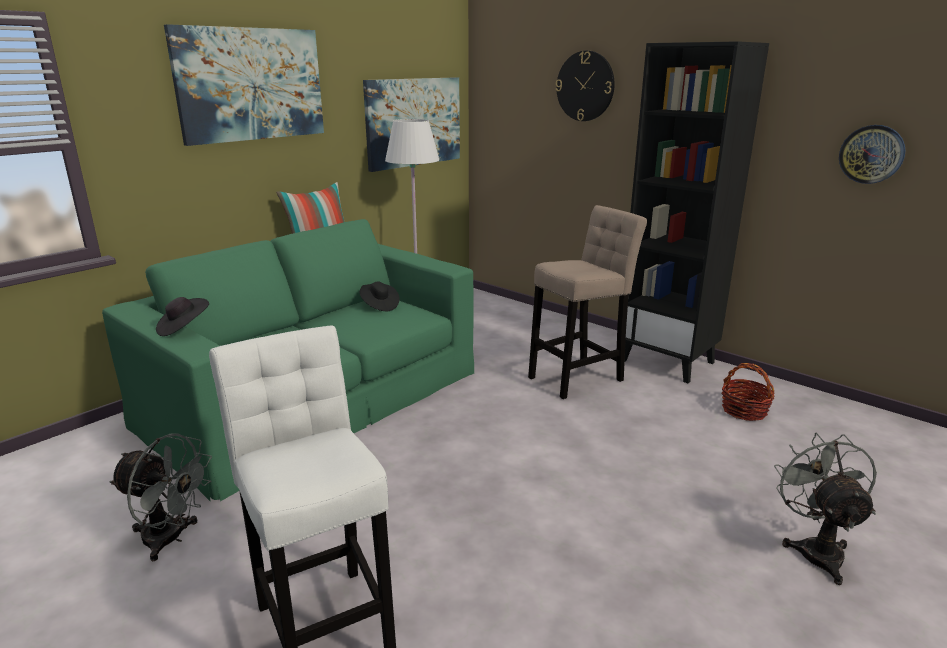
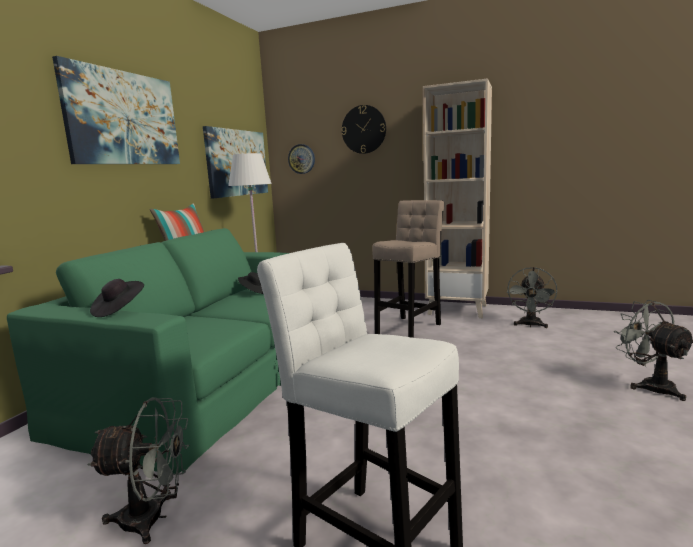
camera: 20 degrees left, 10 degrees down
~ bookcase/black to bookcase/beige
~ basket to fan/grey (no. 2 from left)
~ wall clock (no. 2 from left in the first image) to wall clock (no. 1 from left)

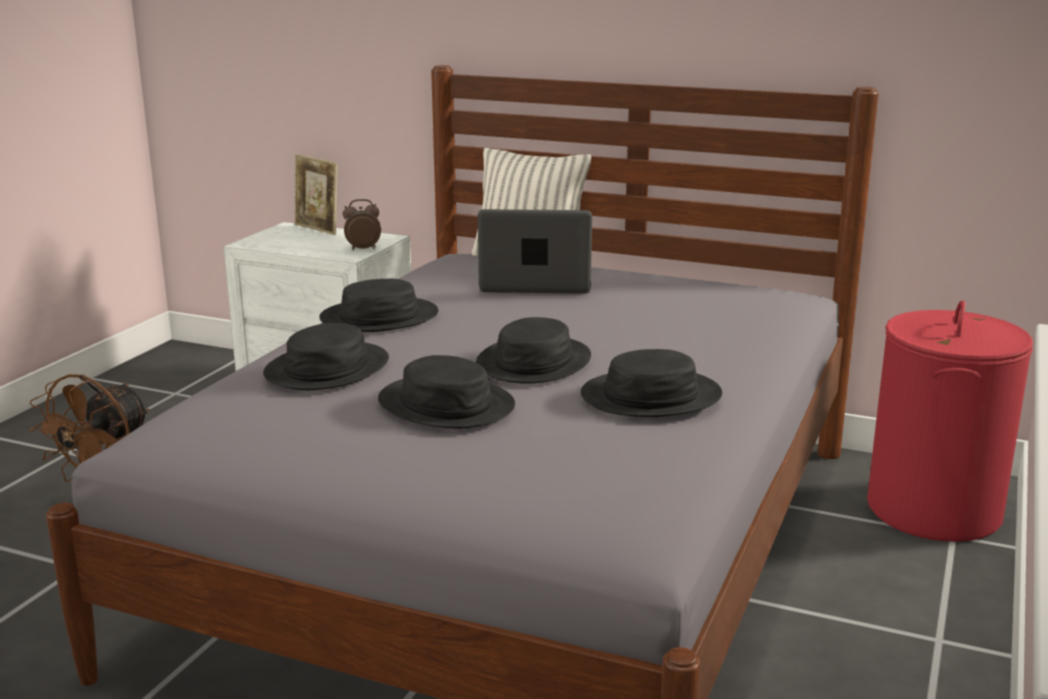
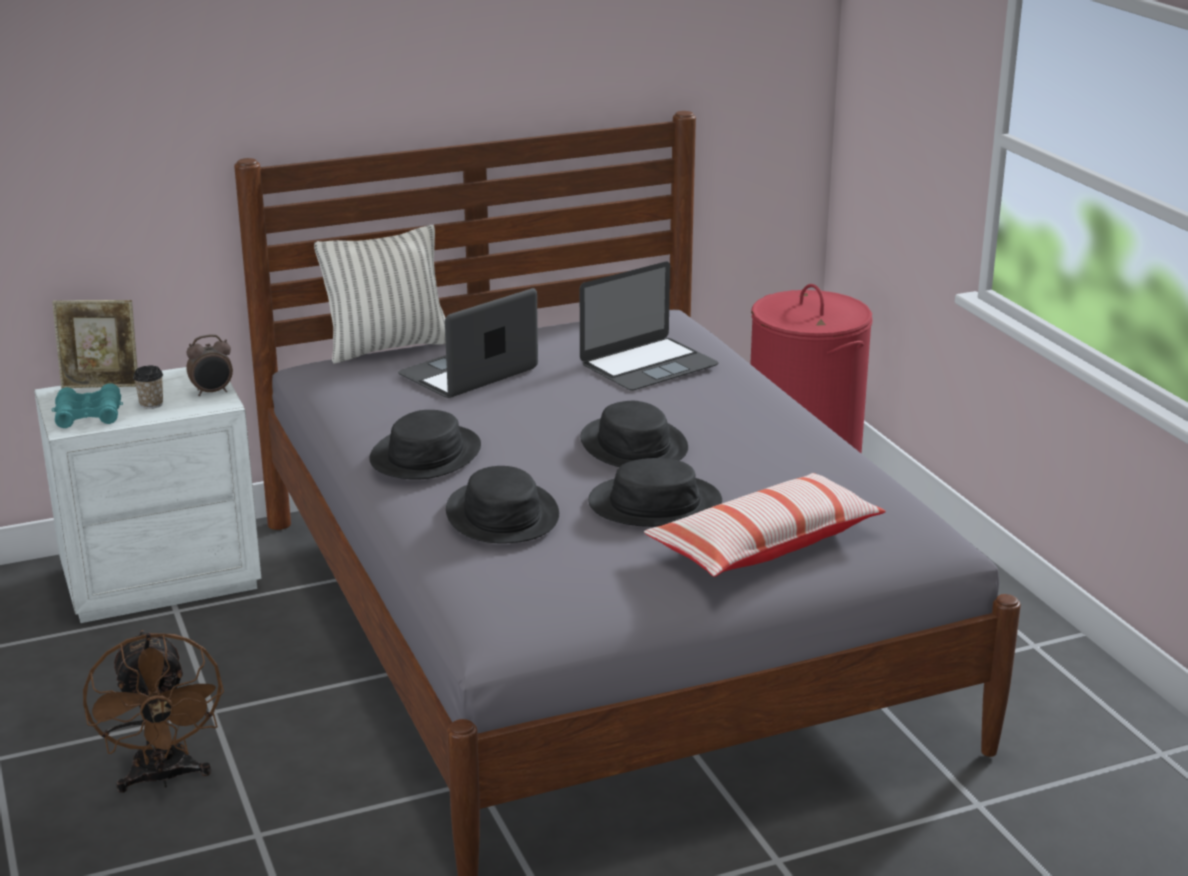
camera: 45 degrees left, 5 degrees up
~ alarm clock 150 degrees counterclockwise
- hat/black (no. 5 from left)
+ binoculars/turquoise
+ cup
+ laptop (no. 2 from left)
+ pillow (no. 2 from left)

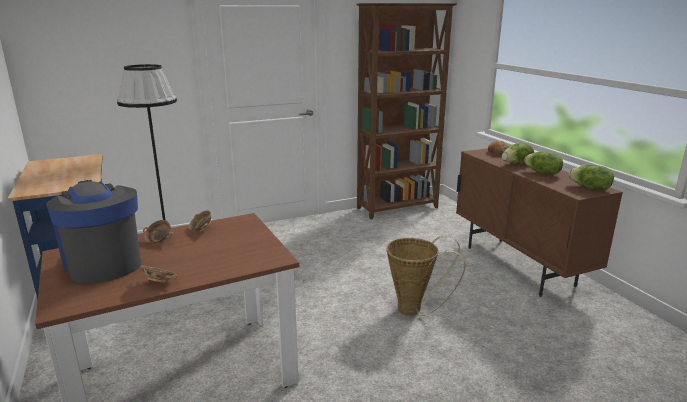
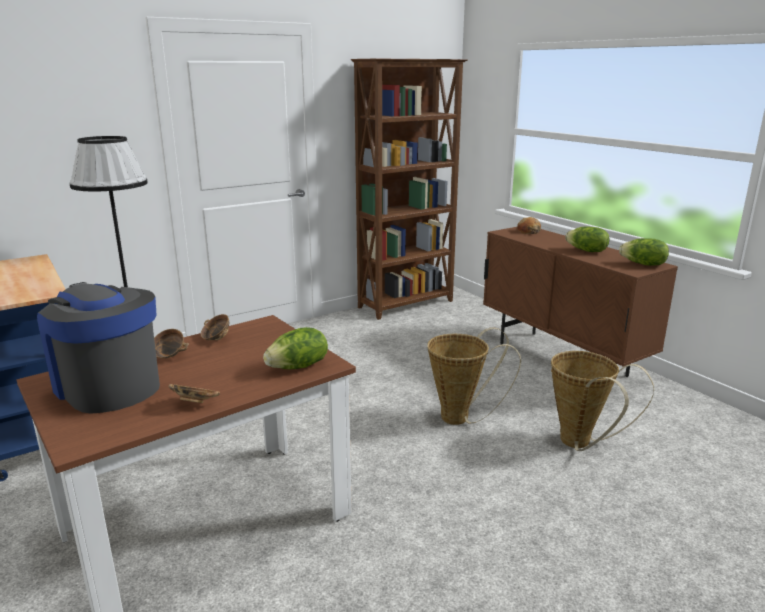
camera: 10 degrees left, 0 degrees up
~ lettuce (no. 1 from left)
+ basket (no. 2 from left)

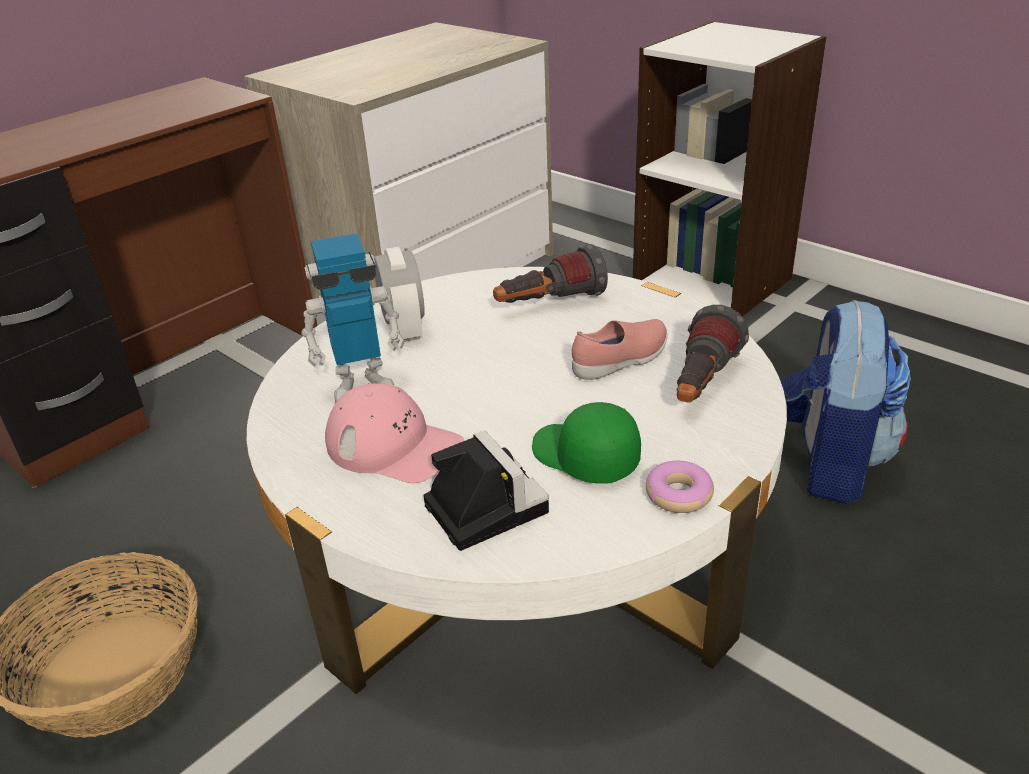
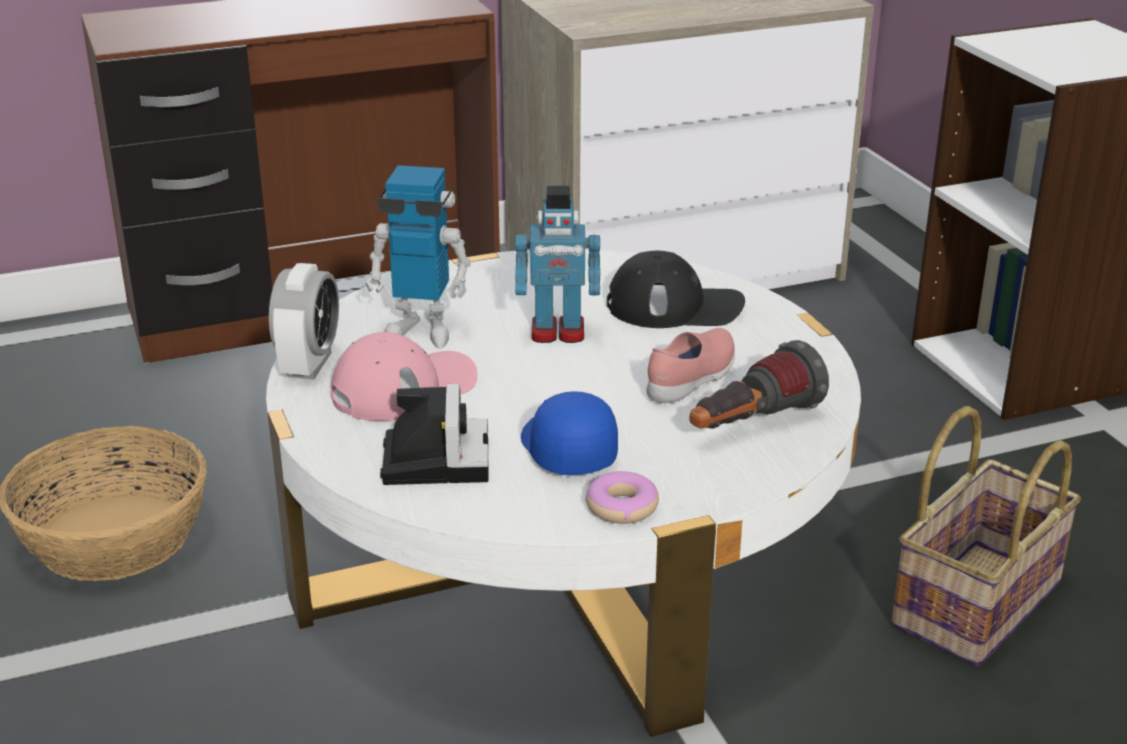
camera: 25 degrees right, 5 degrees down
~ cap/pink 90 degrees counterclockwise
~ alarm clock
~ flashlight (no. 1 from left) to cap/black
~ cap/green to cap/blue
~ shoe/pink 45 degrees counterclockwise
~ backpack to basket (no. 2 from left)
+ toy robot (no. 2 from left)

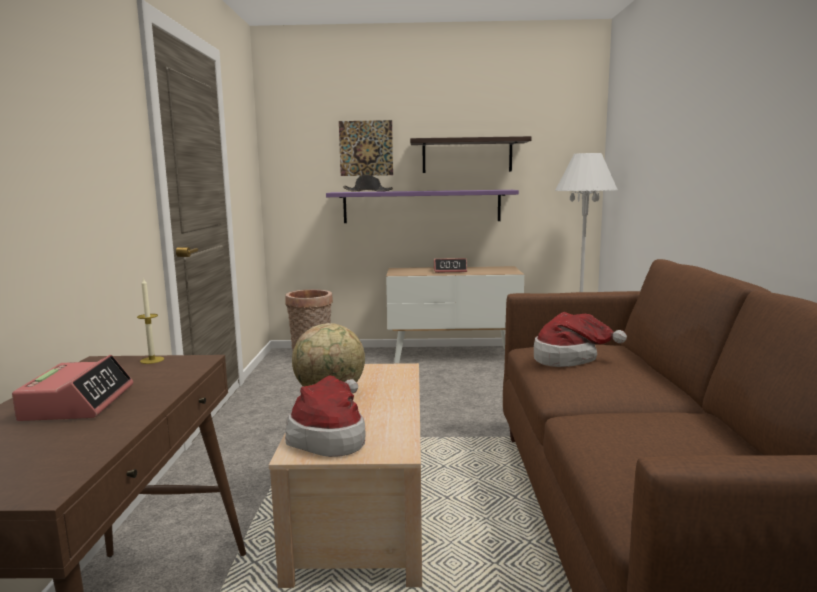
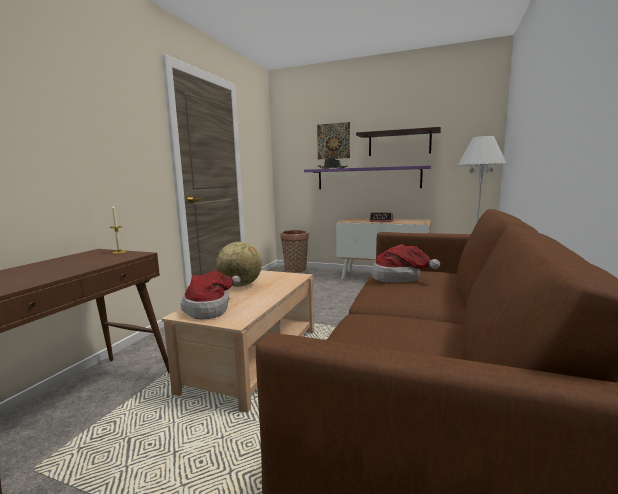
camera: 20 degrees right, 0 degrees up
- alarm clock (no. 1 from left)

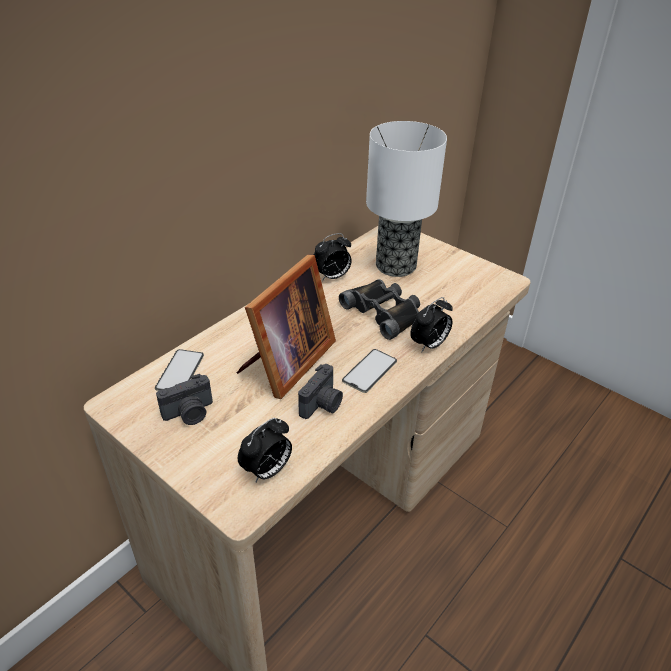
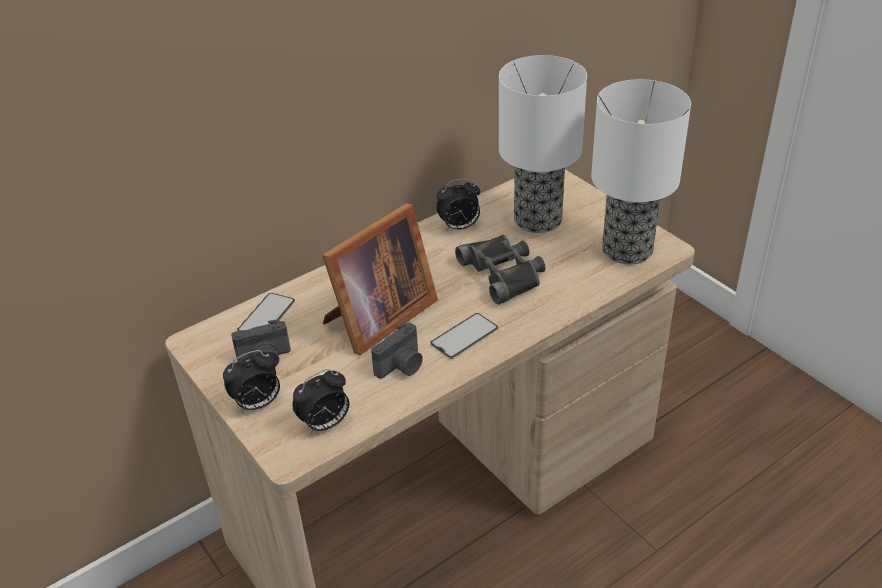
camera: 15 degrees right, 0 degrees up
~ alarm clock (no. 3 from left in the first image) to alarm clock (no. 1 from left)
+ table lamp (no. 2 from left)

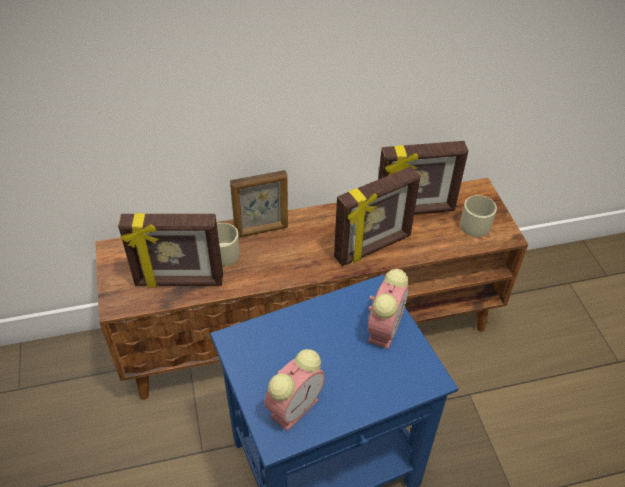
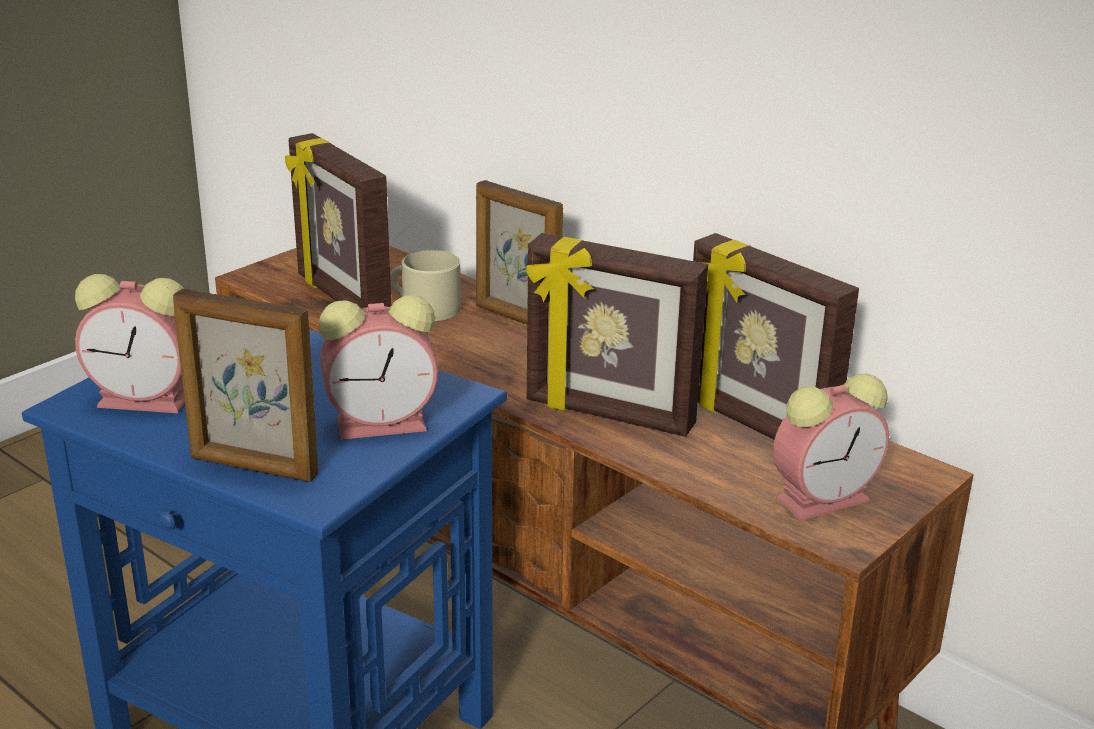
camera: 55 degrees right, 20 degrees down
~ mug/beige (no. 2 from left) to alarm clock (no. 3 from left)
+ picture frame (no. 1 from left)

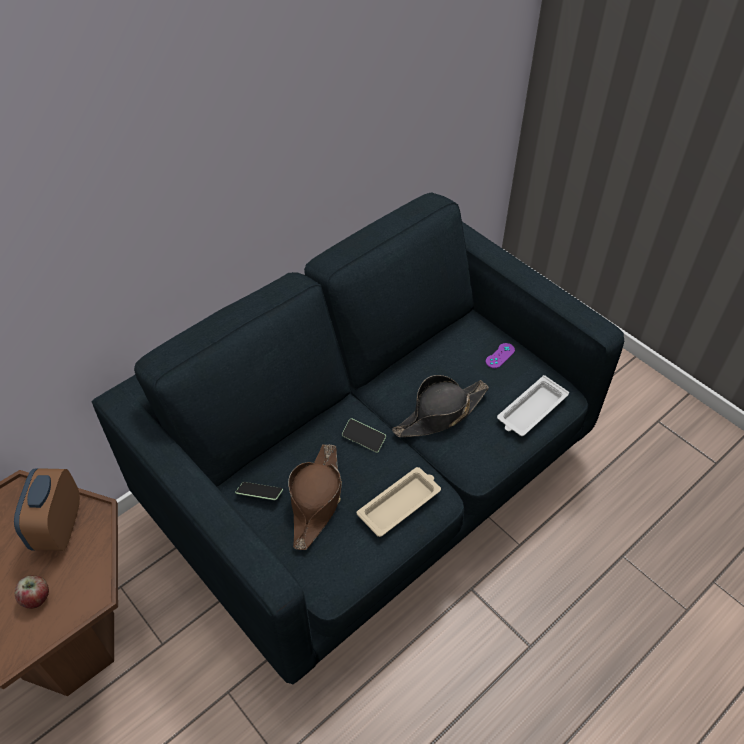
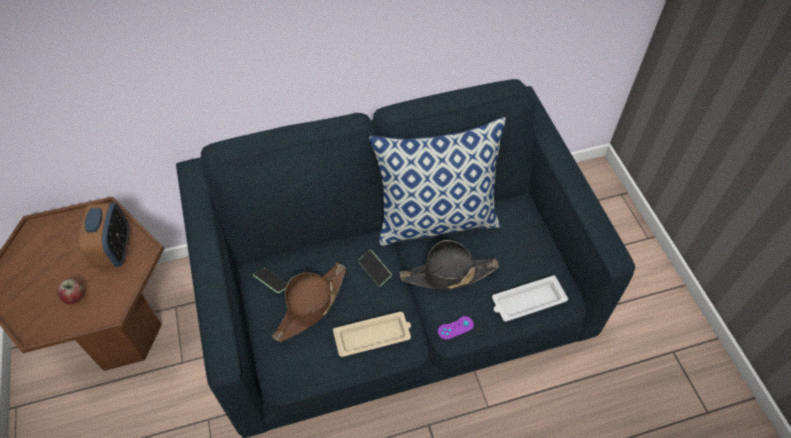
camera: 25 degrees right, 5 degrees up
~ alarm clock 150 degrees clockwise
~ game controller/purple
+ pillow

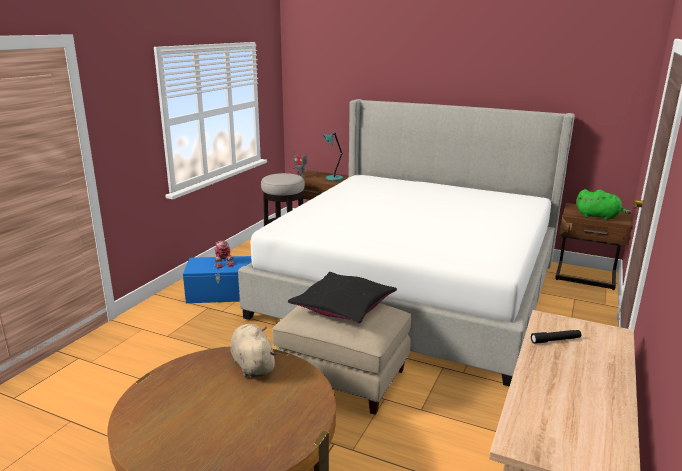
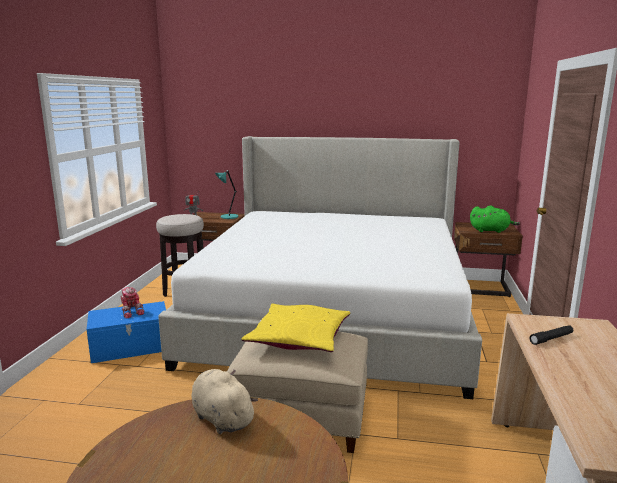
camera: 15 degrees left, 5 degrees down
~ pillow/black to pillow/yellow

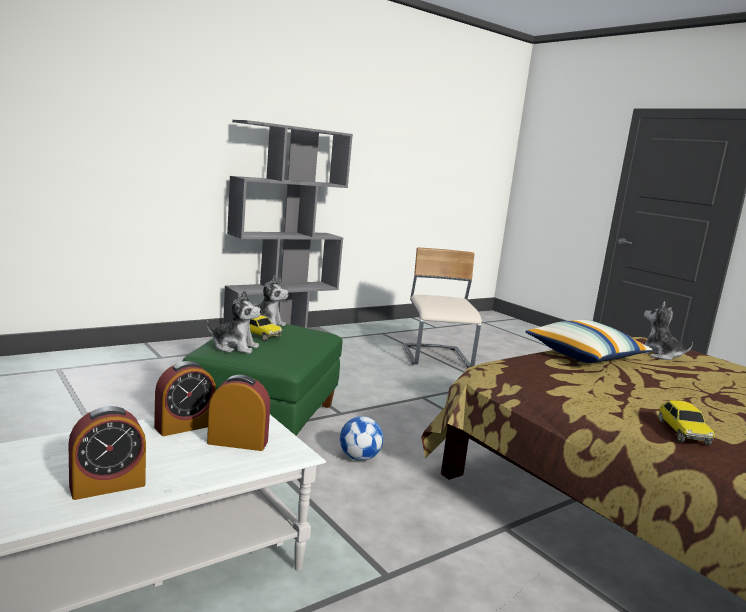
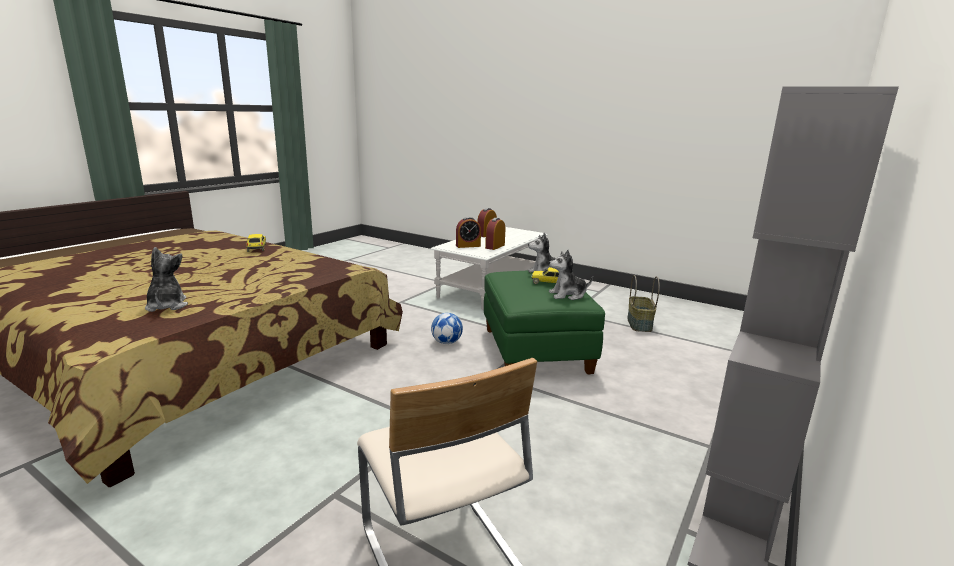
camera: 160 degrees right, 5 degrees up
- pillow
~ plush toy (no. 3 from left in the first image) 135 degrees counterclockwise
+ basket

